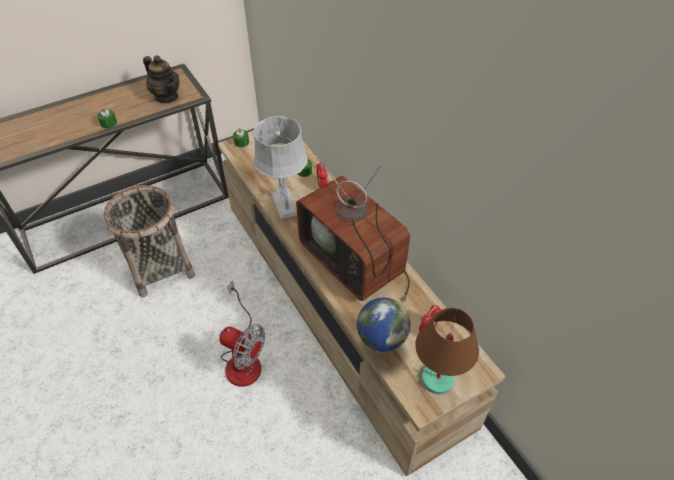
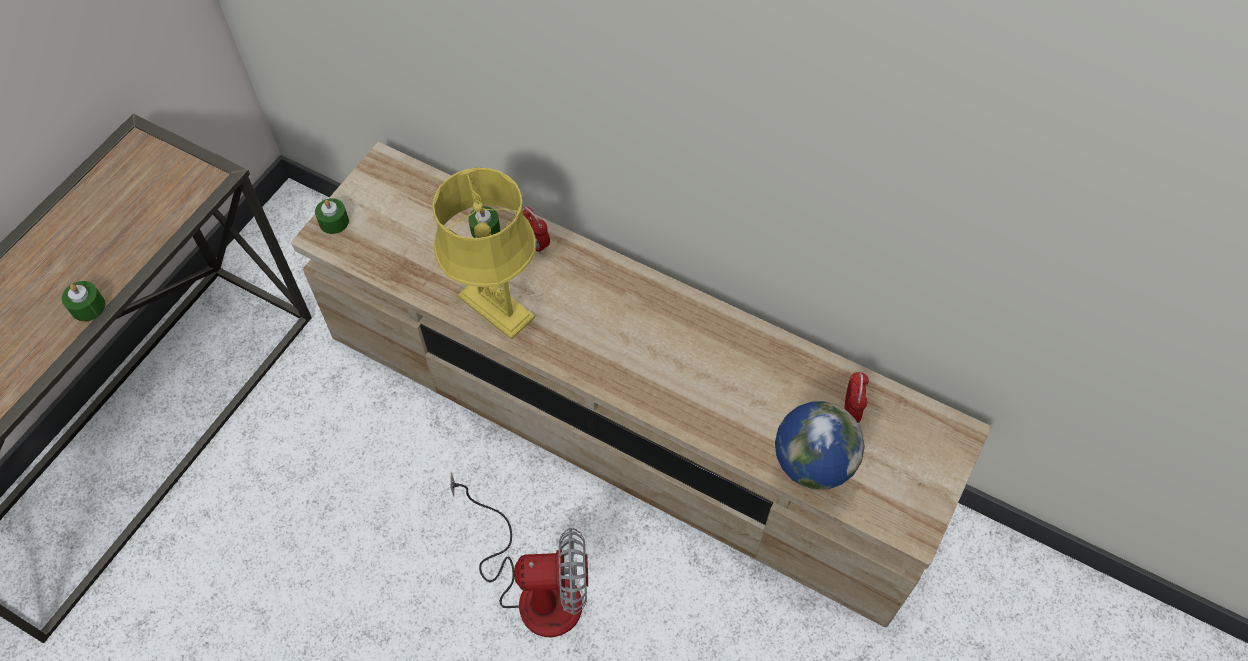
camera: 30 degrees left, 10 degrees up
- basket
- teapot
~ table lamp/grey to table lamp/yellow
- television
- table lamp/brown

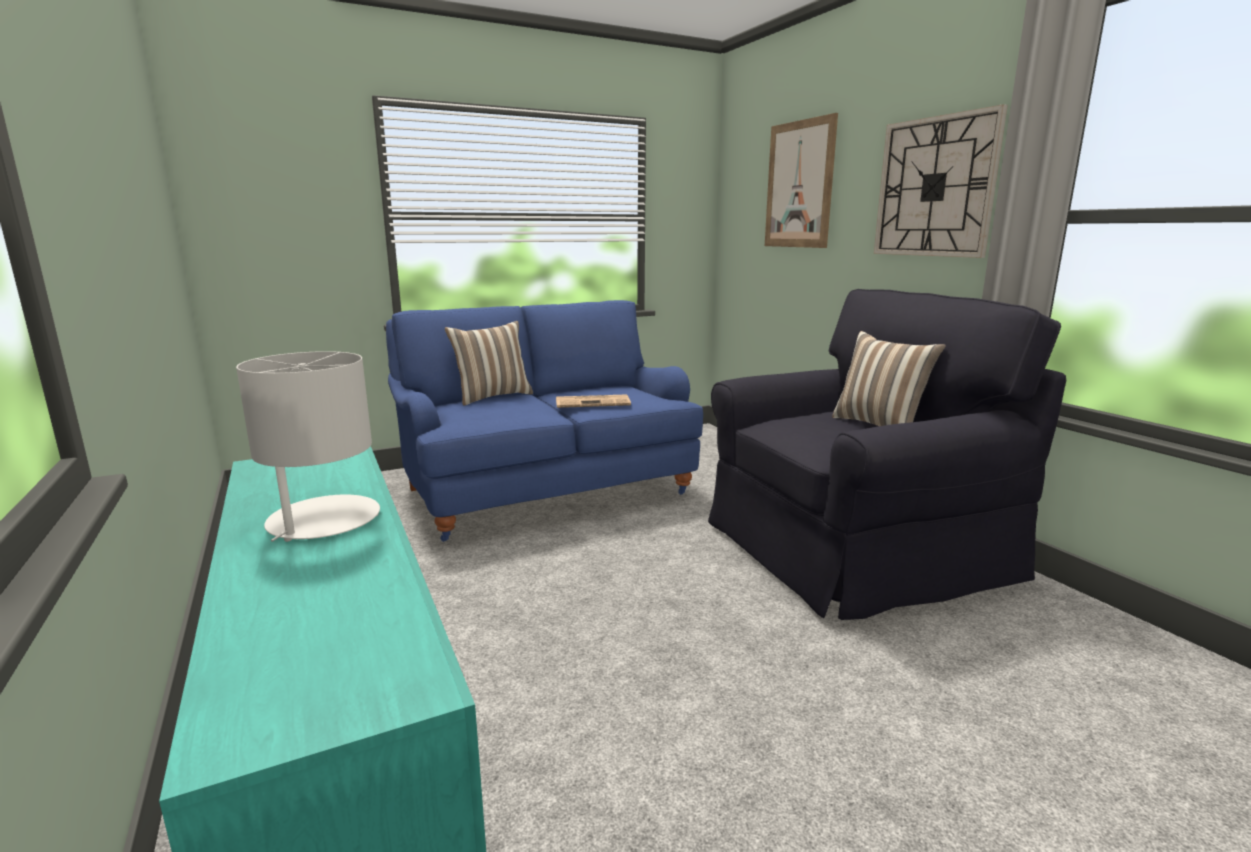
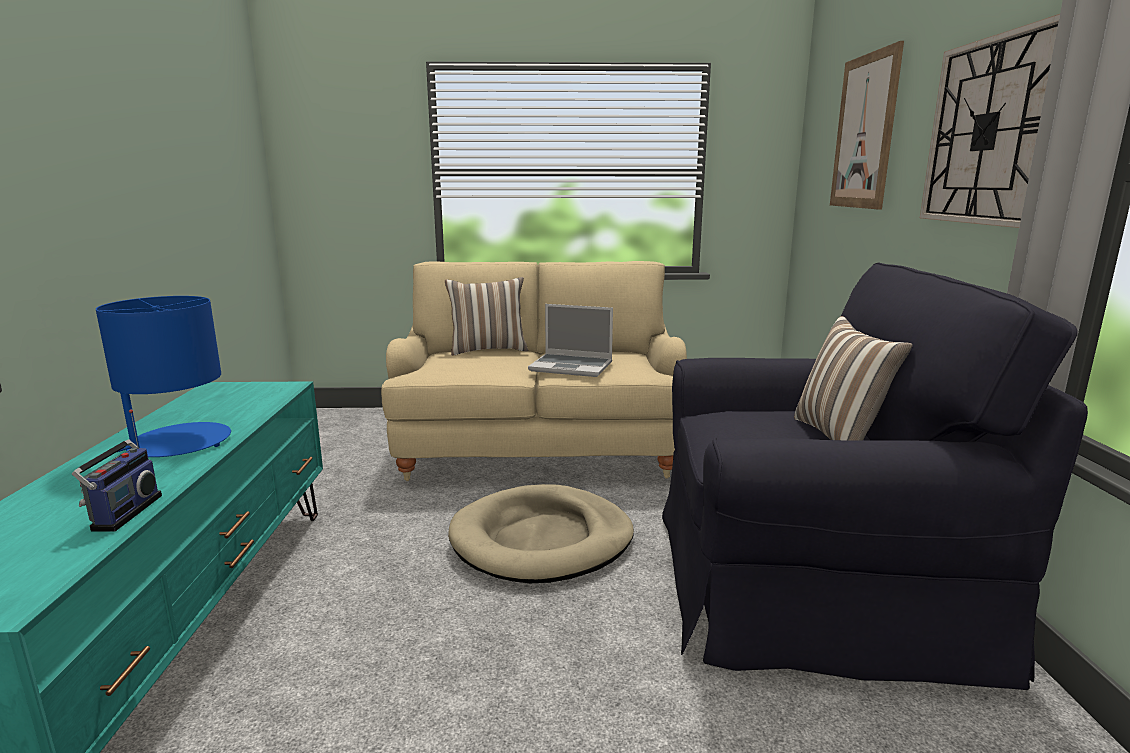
camera: 25 degrees right, 0 degrees up
~ table lamp/white to table lamp/blue
~ sofa/blue to sofa/beige
~ newspaper to laptop
+ radio
+ dog bed/beige

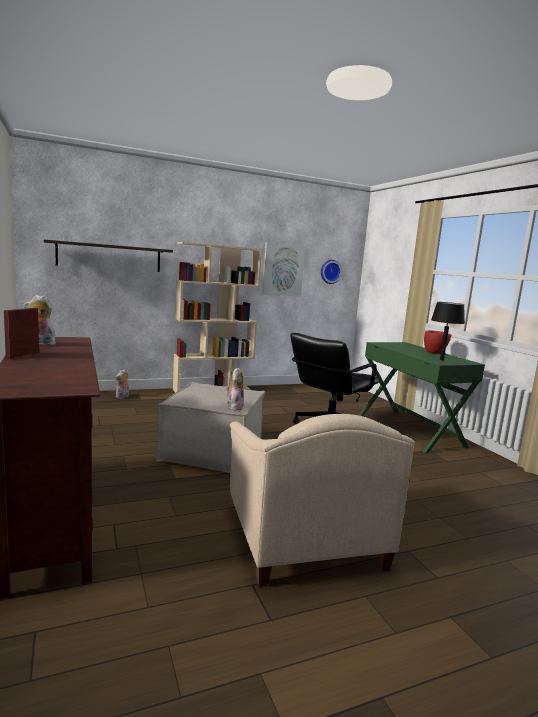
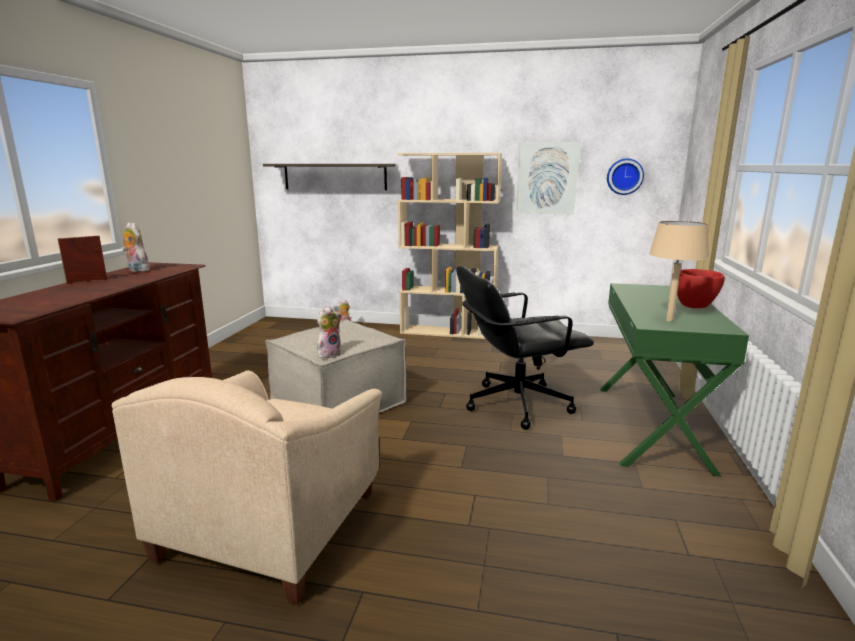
camera: 35 degrees right, 5 degrees up
~ table lamp/black to table lamp/beige

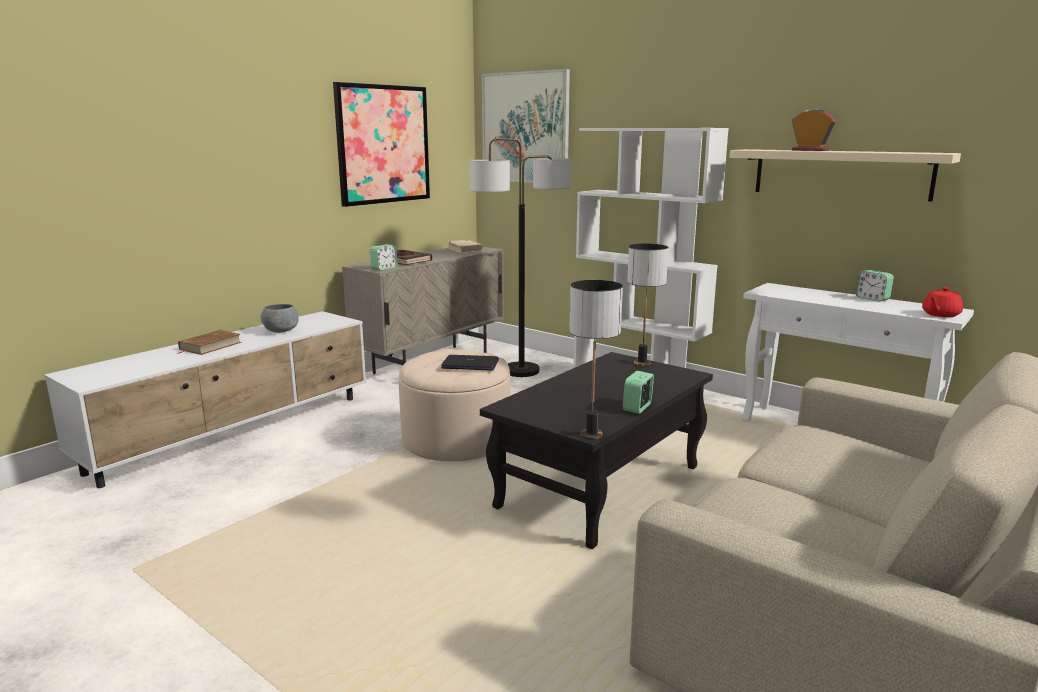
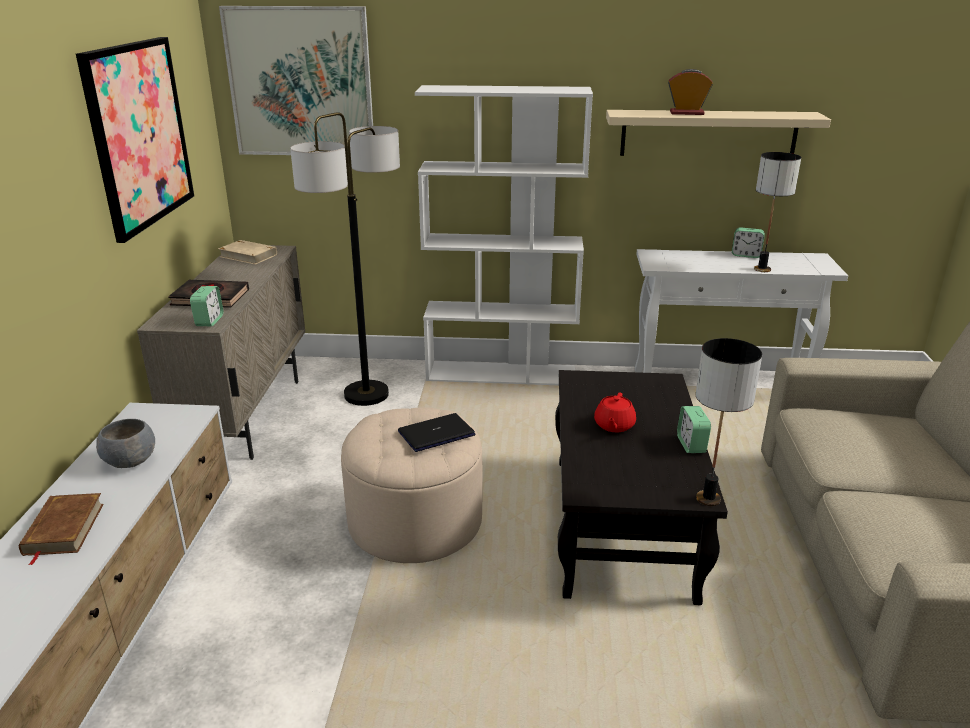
camera: 35 degrees left, 10 degrees up
~ table lamp (no. 2 from left)
~ teapot/red

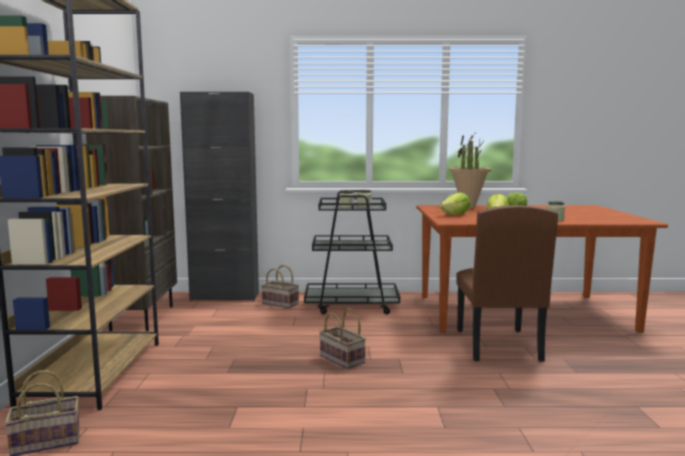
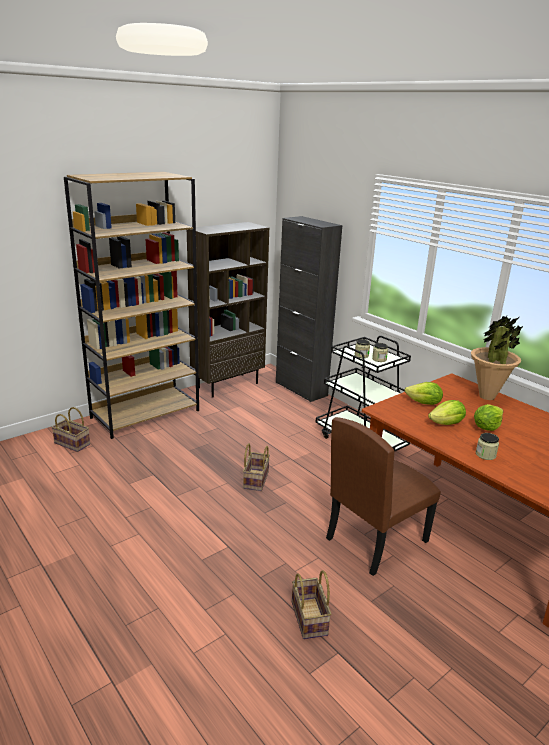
camera: 50 degrees right, 15 degrees up
~ basket (no. 2 from left in the first image) to basket (no. 3 from left)

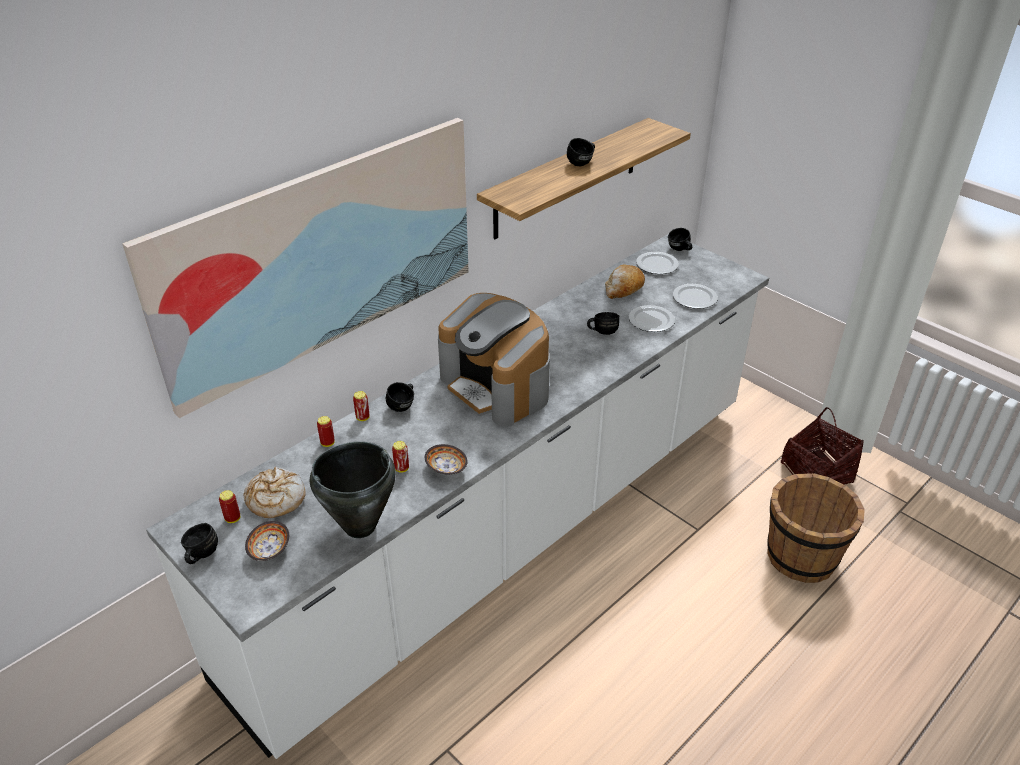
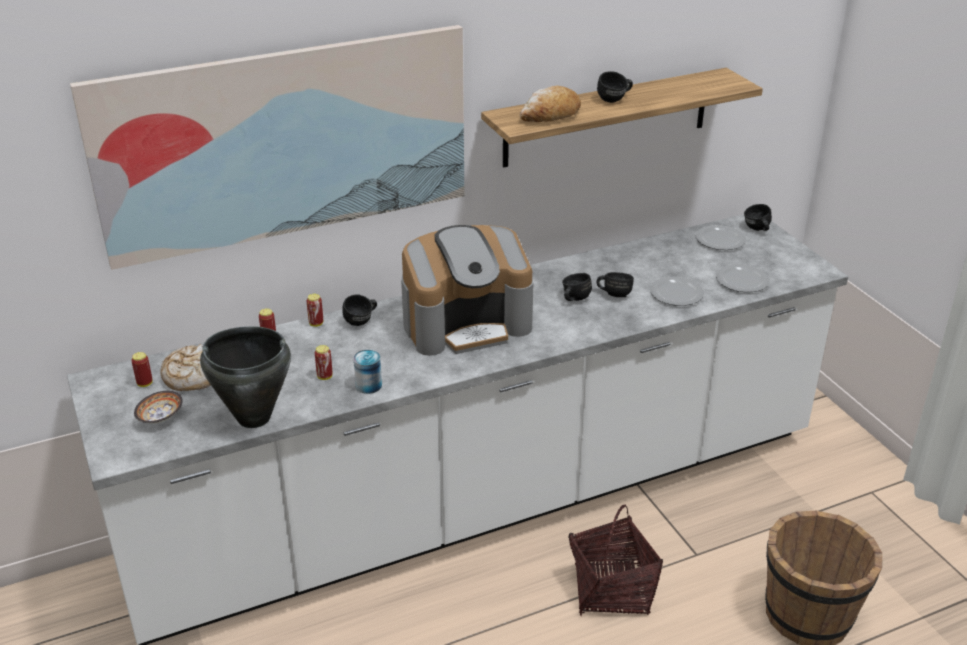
camera: 20 degrees right, 5 degrees down
~ mug/black (no. 1 from left in the first image) to mug/black (no. 2 from left)
~ bowl (no. 2 from left) to can (no. 5 from left)
~ coffee machine 90 degrees counterclockwise
~ bread (no. 2 from left)
~ basket

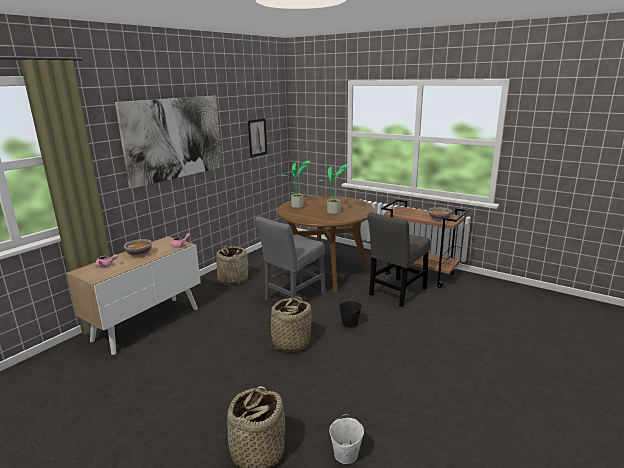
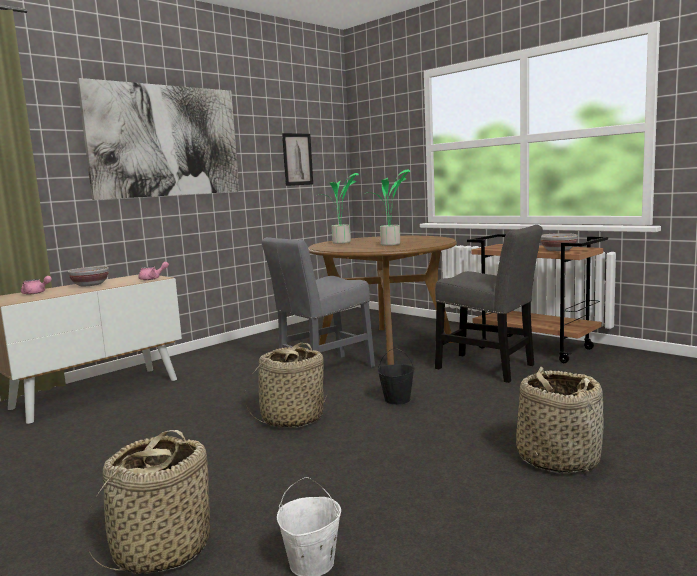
camera: 10 degrees right, 10 degrees down
~ basket (no. 1 from left in the first image) to basket (no. 3 from left)
~ chair/grey (no. 2 from left) 105 degrees counterclockwise

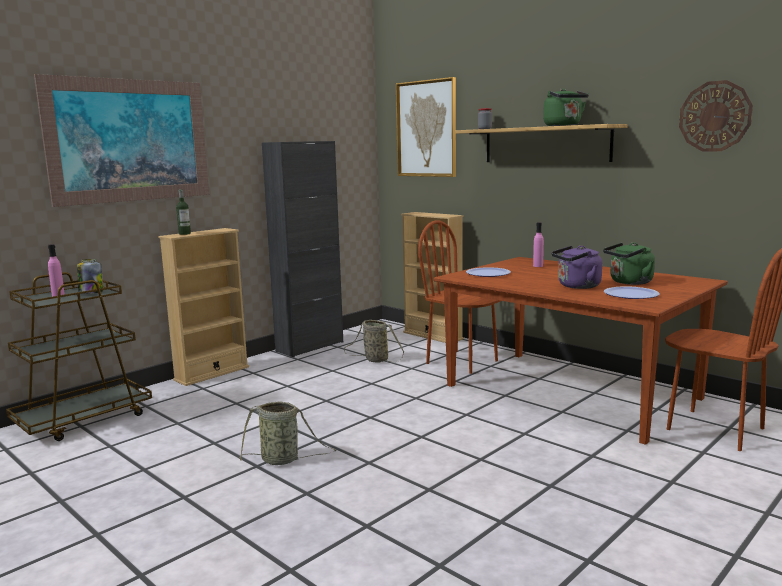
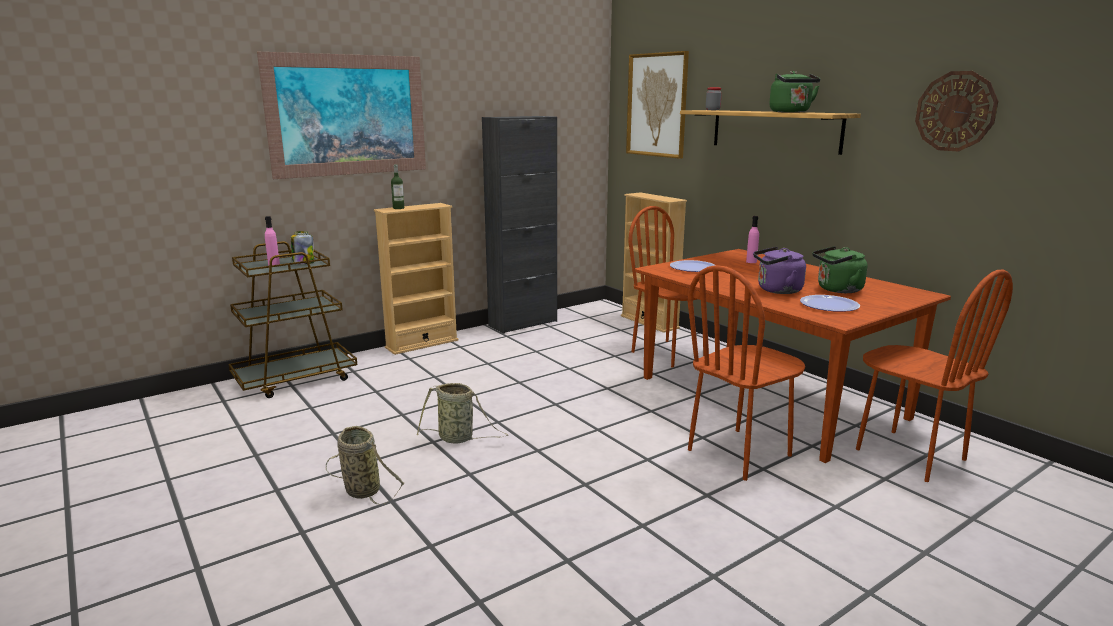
camera: 10 degrees right, 5 degrees up
~ basket (no. 2 from left in the first image) to basket (no. 1 from left)
+ chair/brown (no. 2 from left)

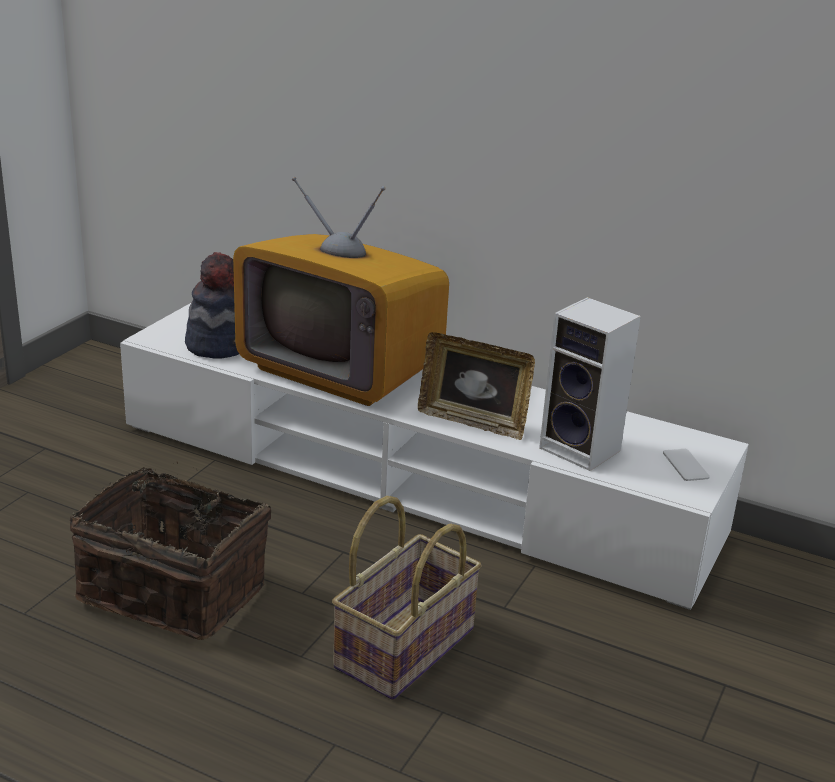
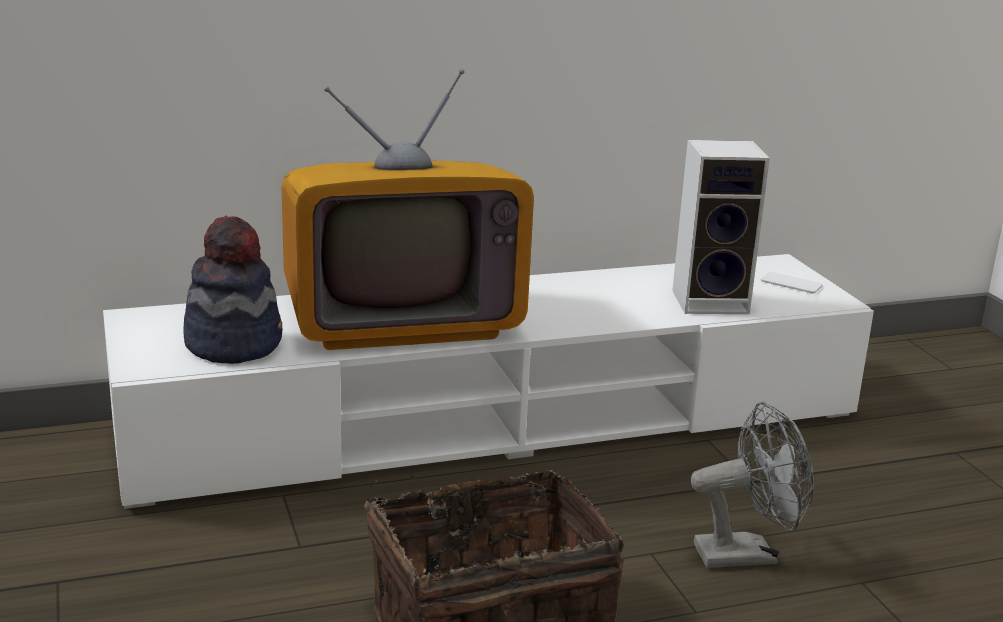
camera: 45 degrees left, 5 degrees down
~ basket (no. 2 from left) to fan/grey
- picture frame

